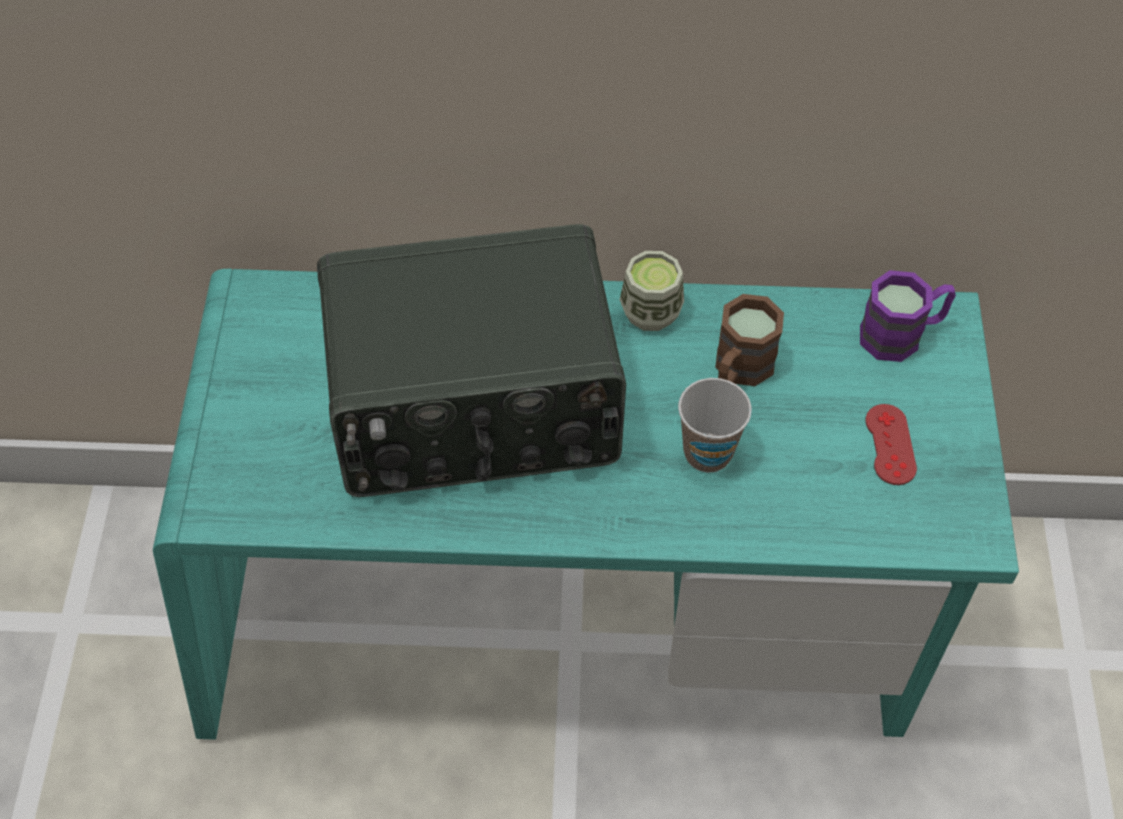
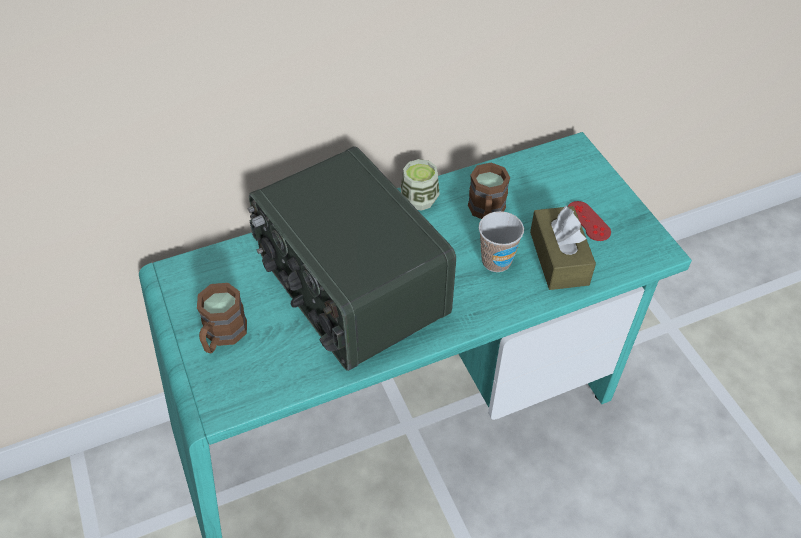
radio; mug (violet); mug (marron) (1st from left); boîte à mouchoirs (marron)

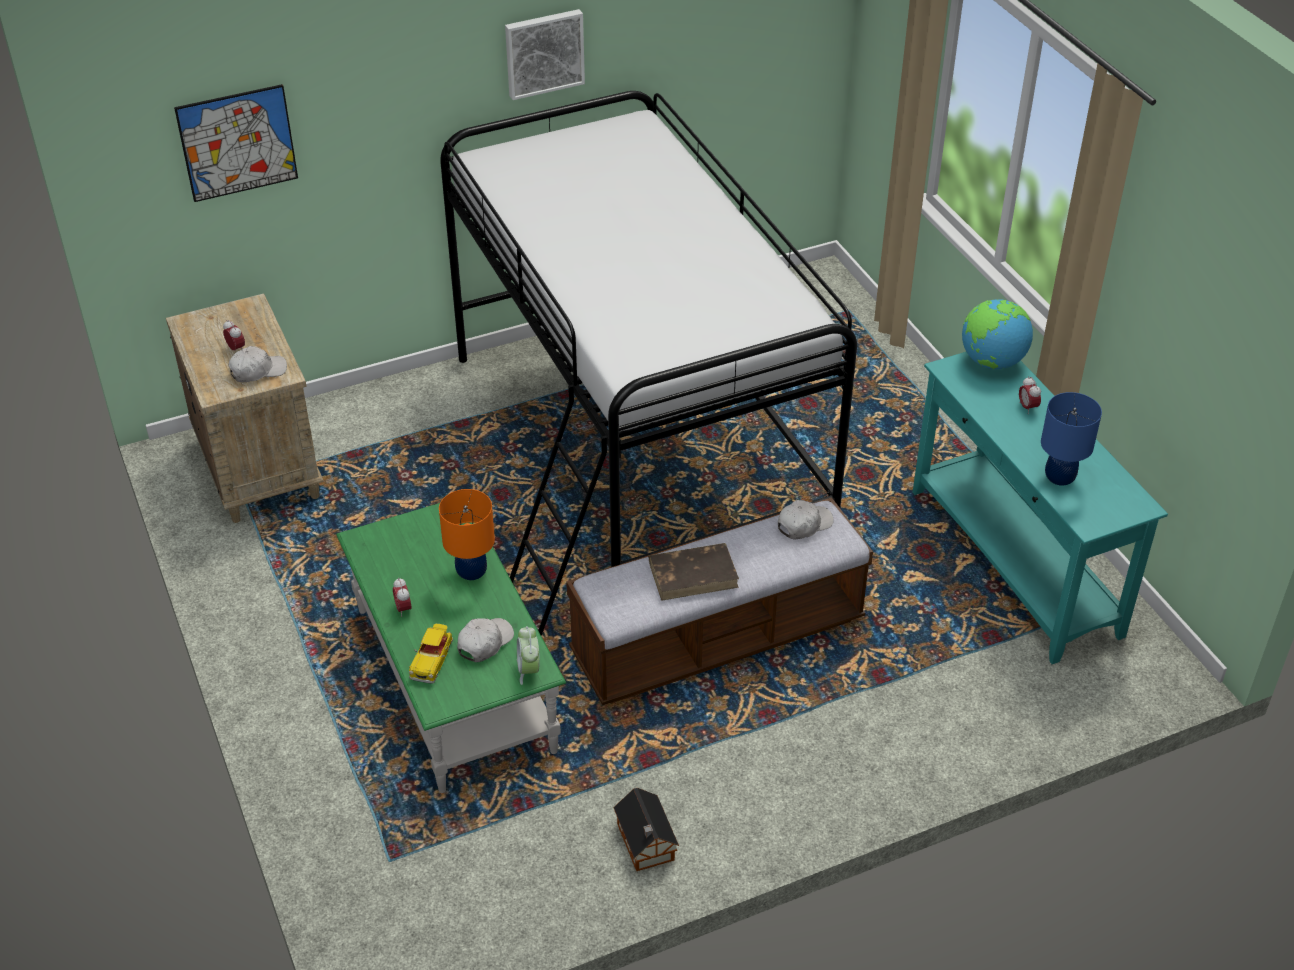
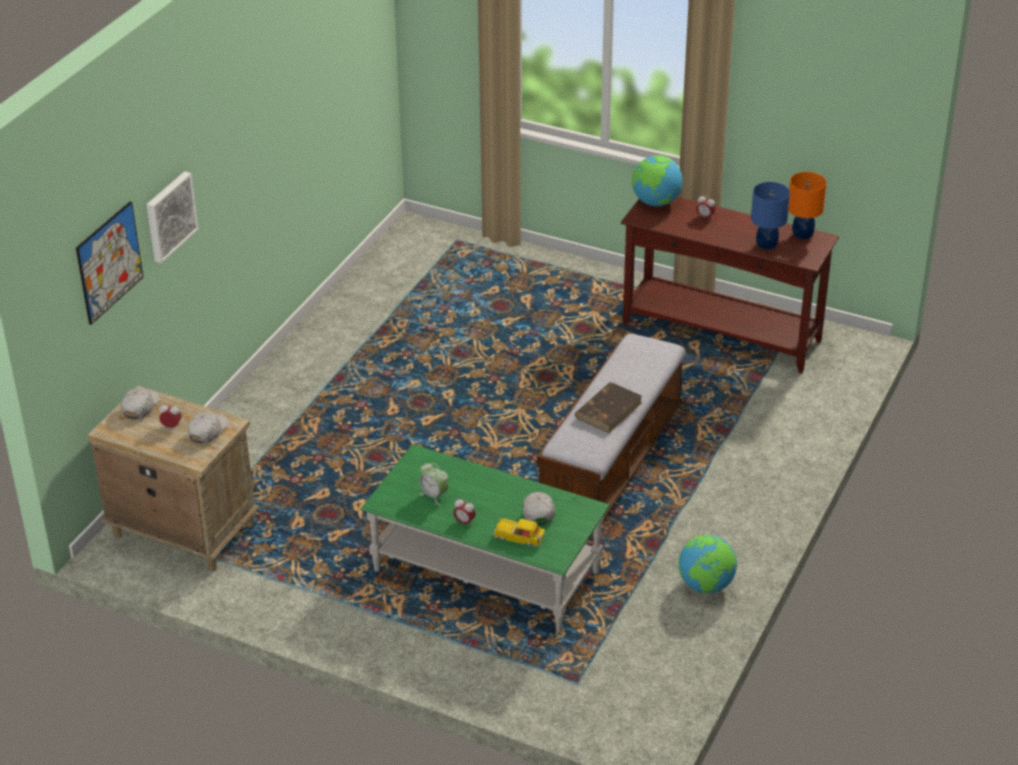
petite voiture; lampe de table (orange); lit (noir); tableau (2nd from left); réveil (2nd from left); globe (2nd from left); casquette (blanc) (1st from left); table console (marron)

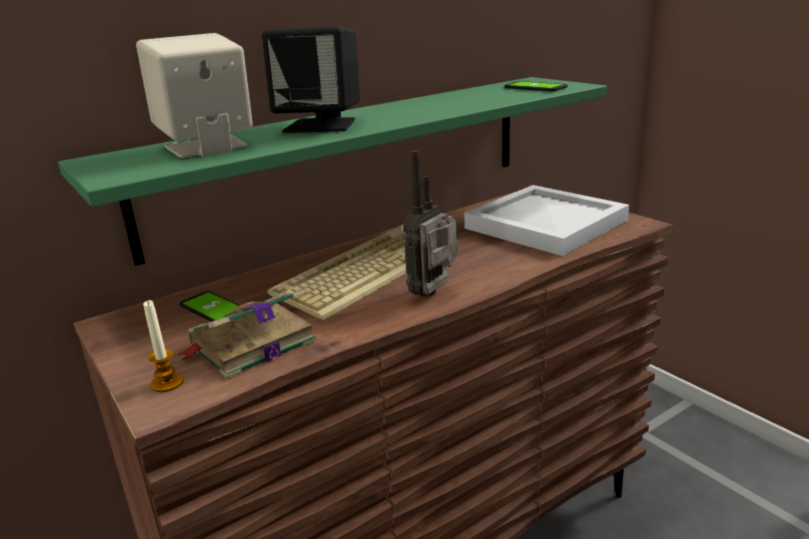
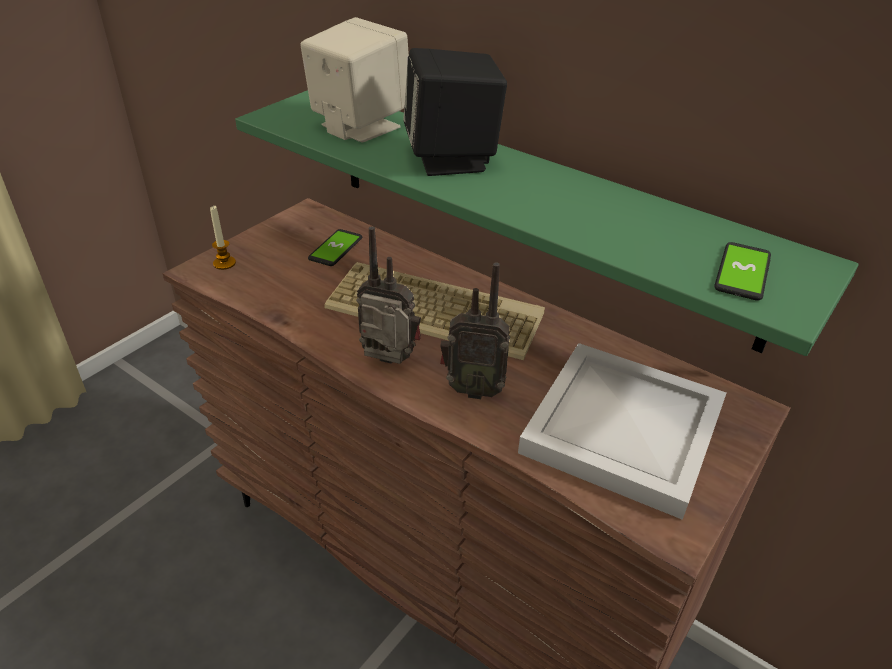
livre; radio (2nd from left)

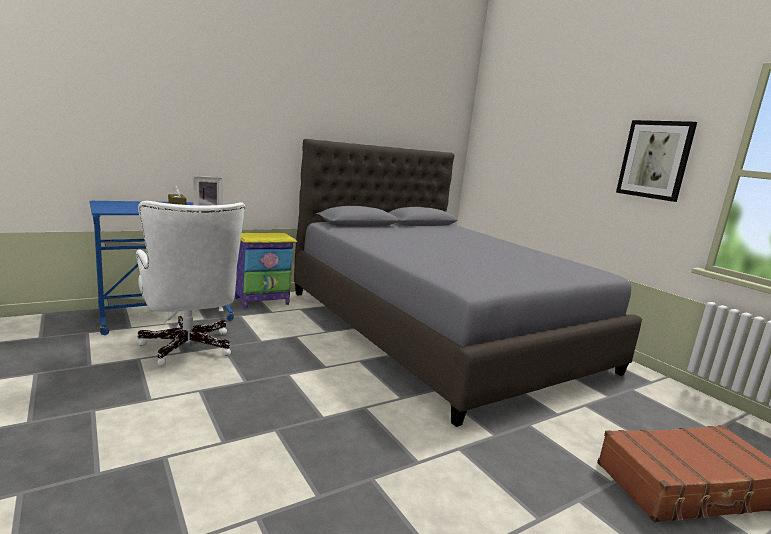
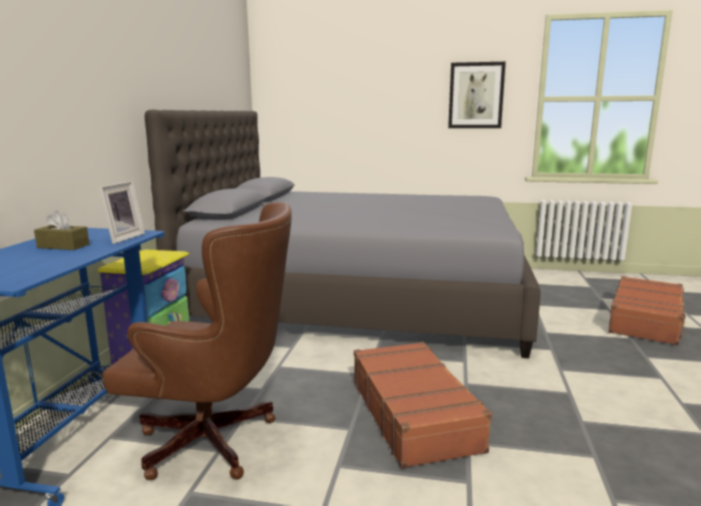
chaise de bureau (marron); valise (marron) (1st from left)

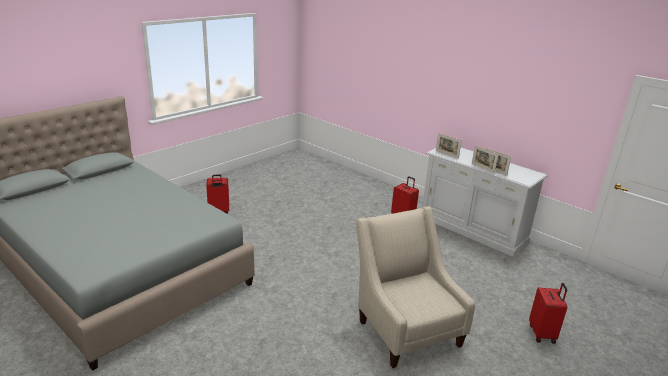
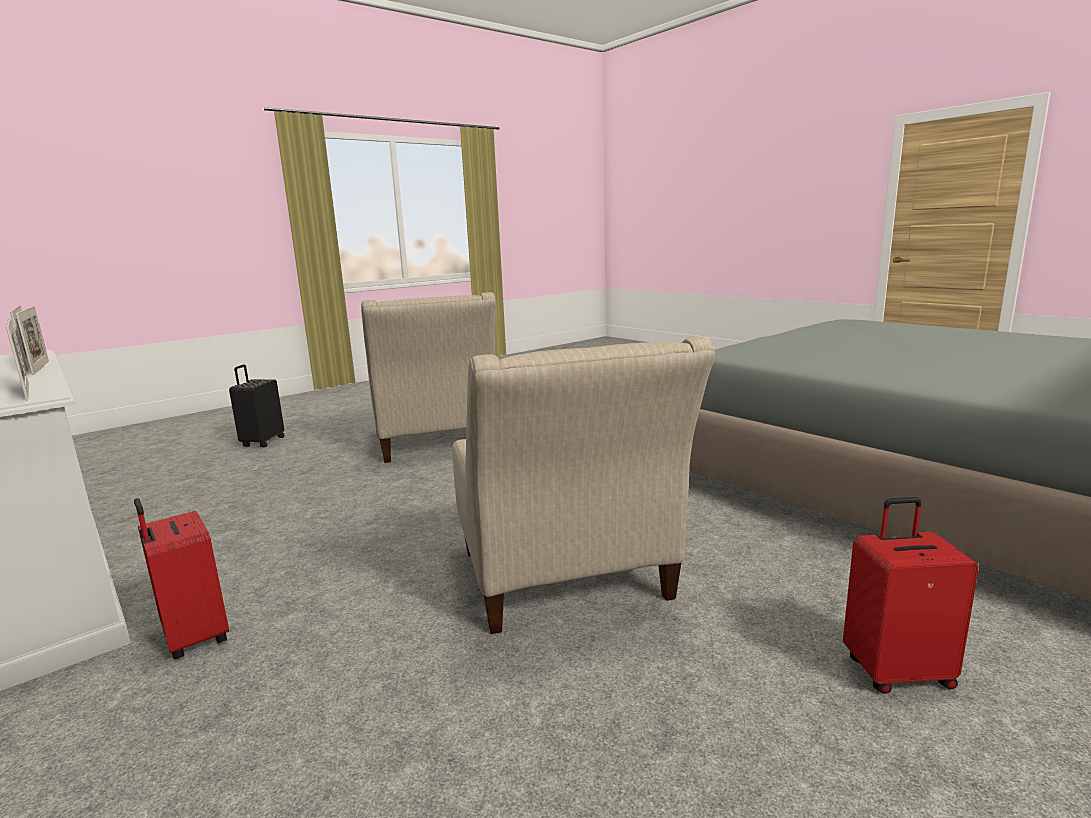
valise (noir); fauteuil (beige) (2nd from left)

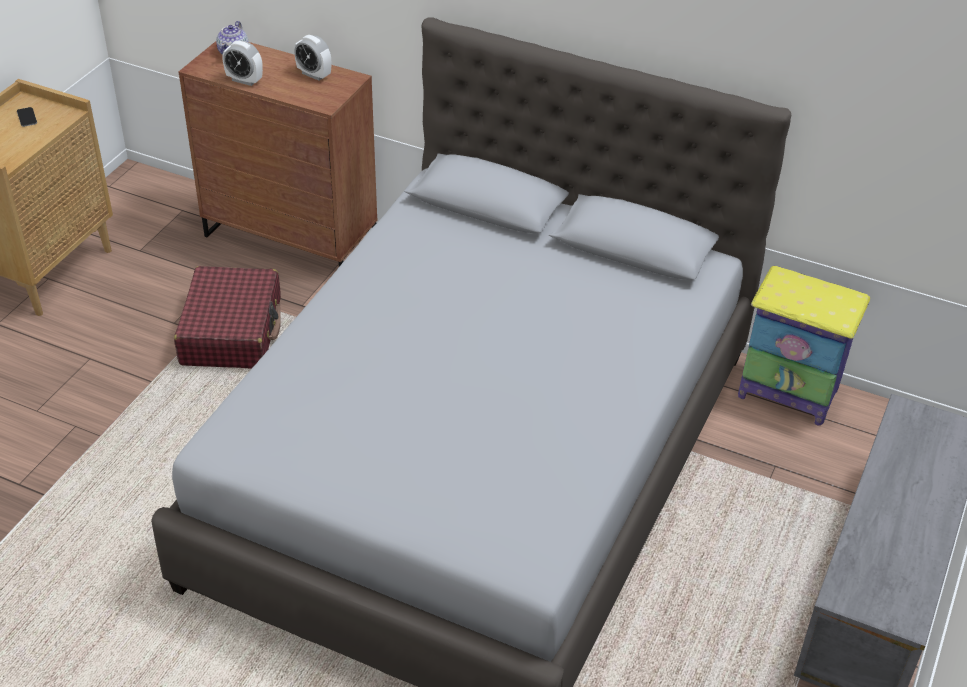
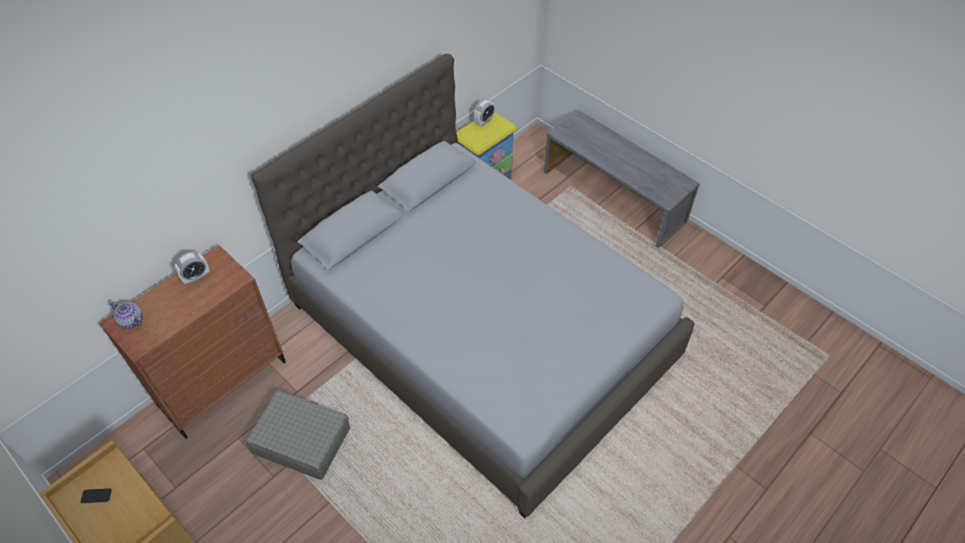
valise (gris); réveil (2nd from left)

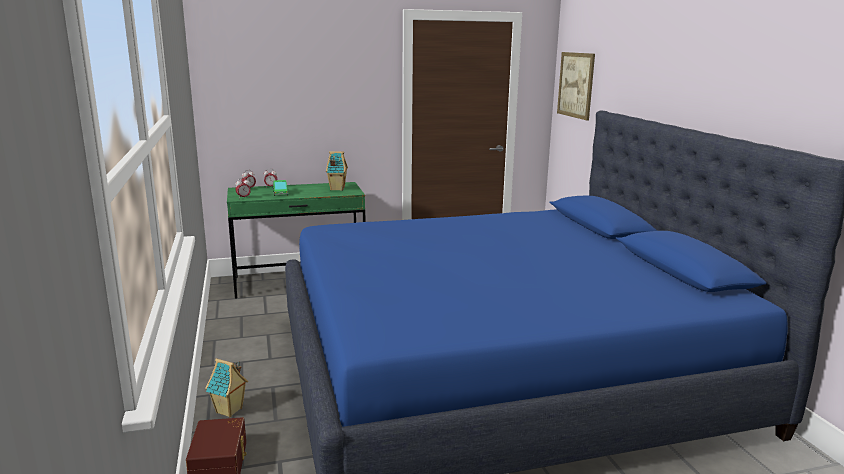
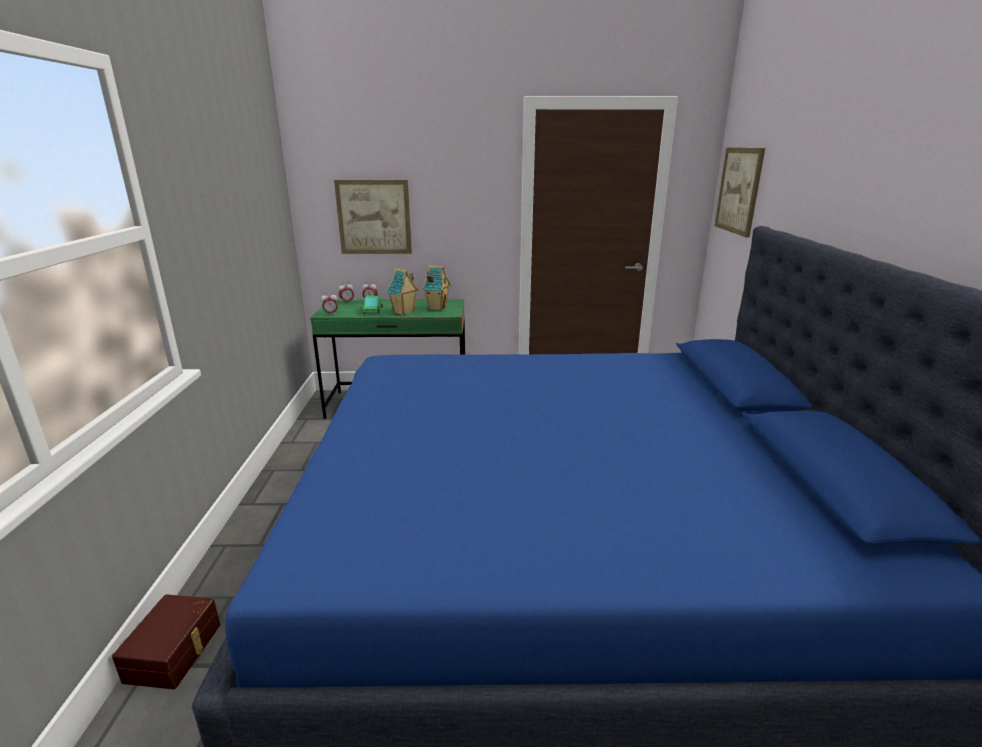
maison miniature (1st from left); tableau (1st from left)

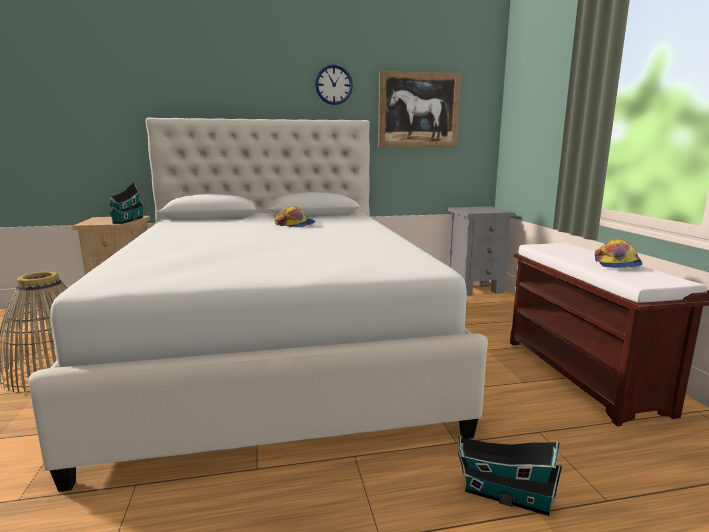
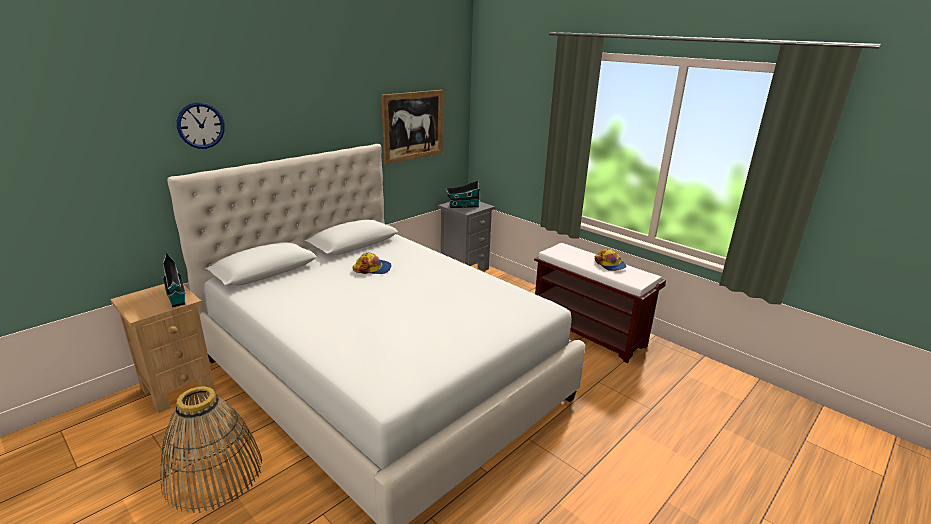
horloge murale; maison miniature (2nd from left)

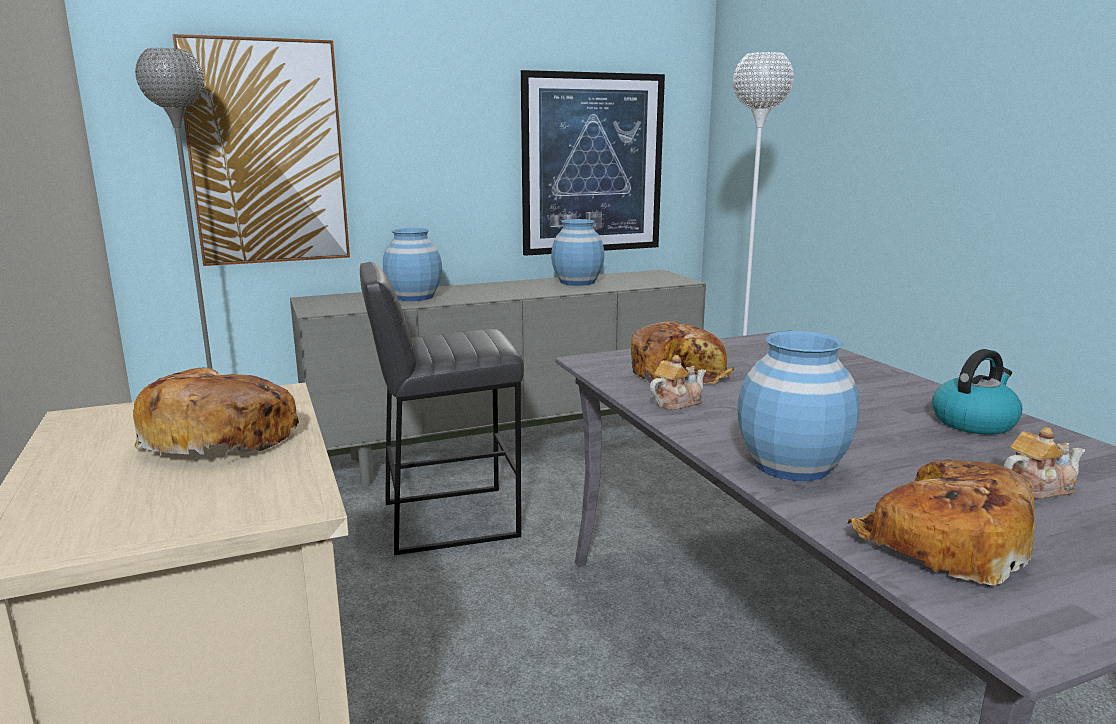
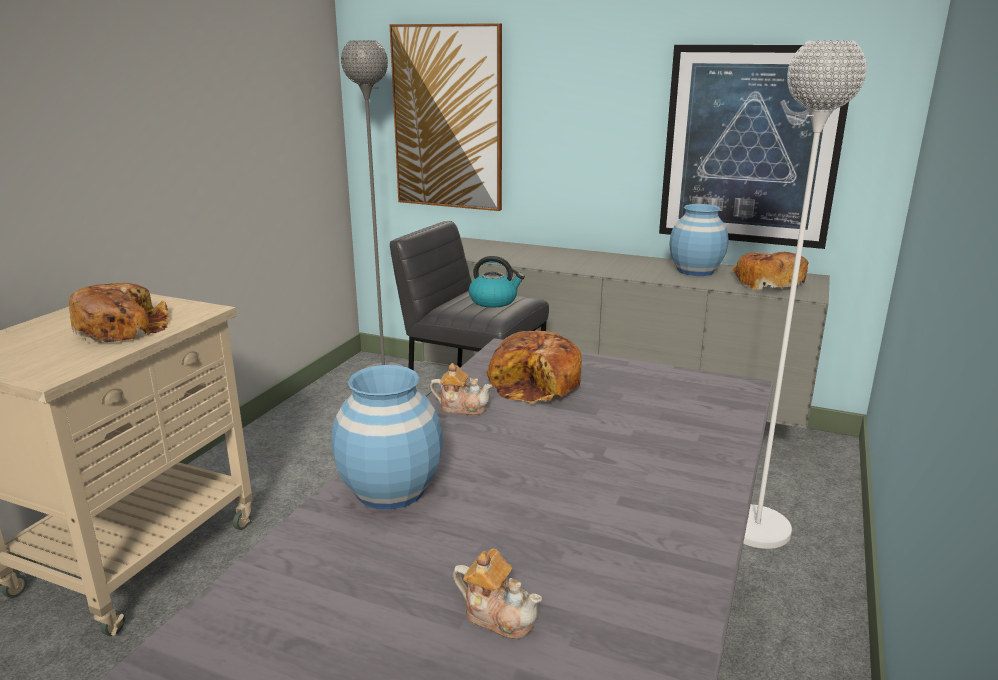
vase (bleu) (1st from left in the first image); pain (3rd from left); bouilloire

